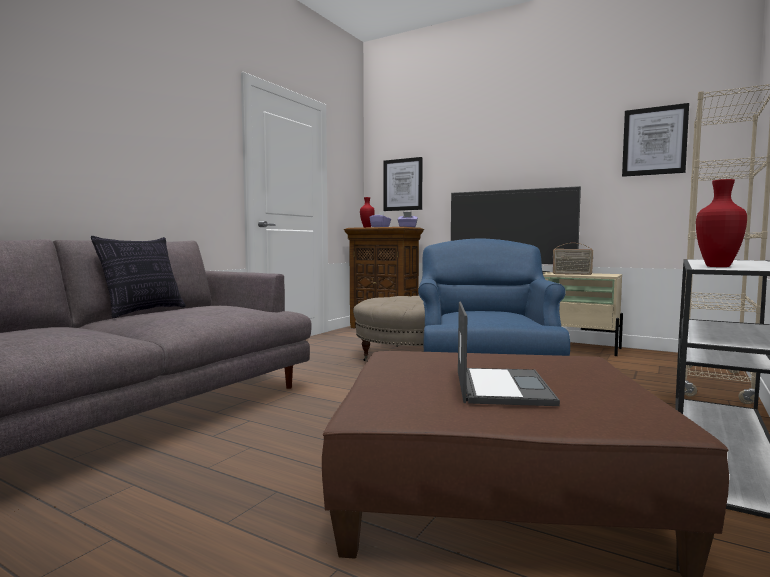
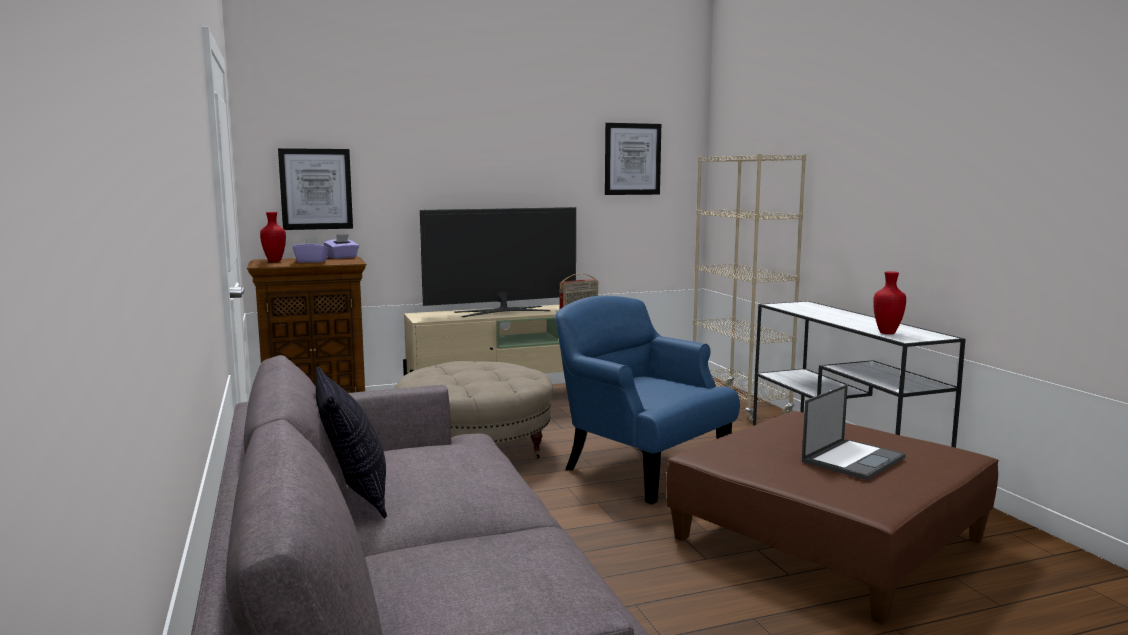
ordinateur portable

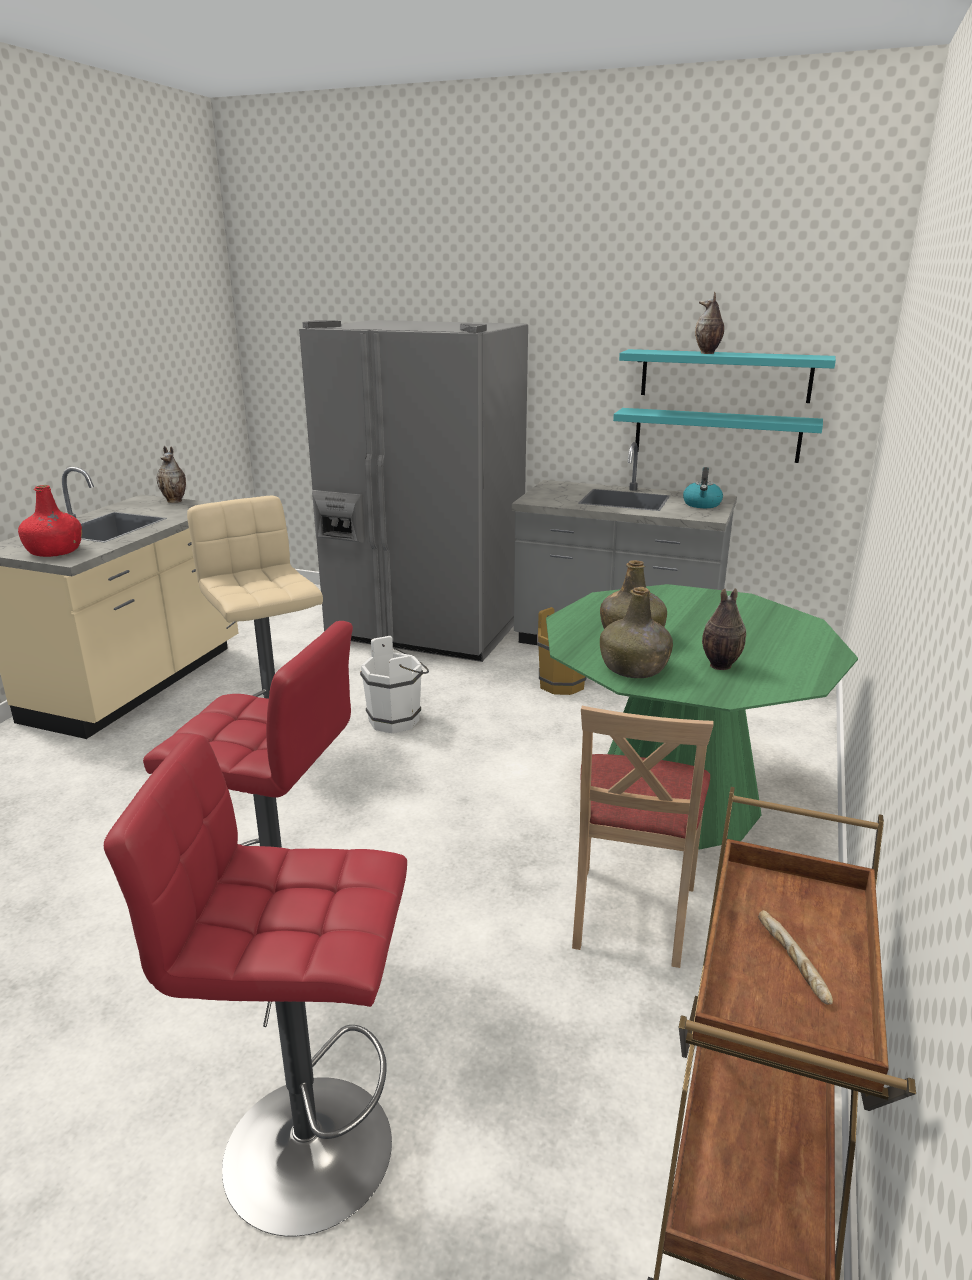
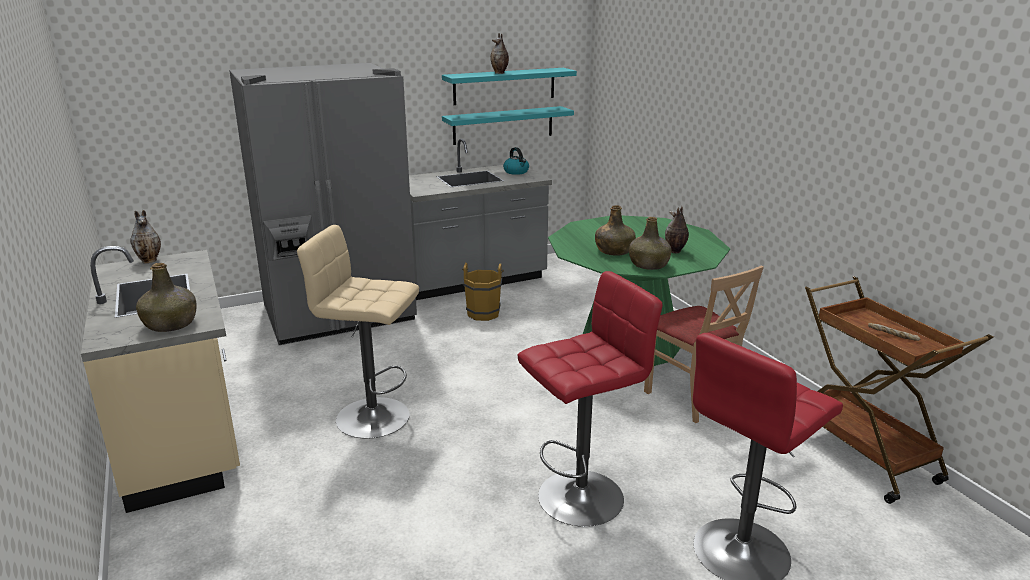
bouteille (vert) (1st from left); seau (blanc)

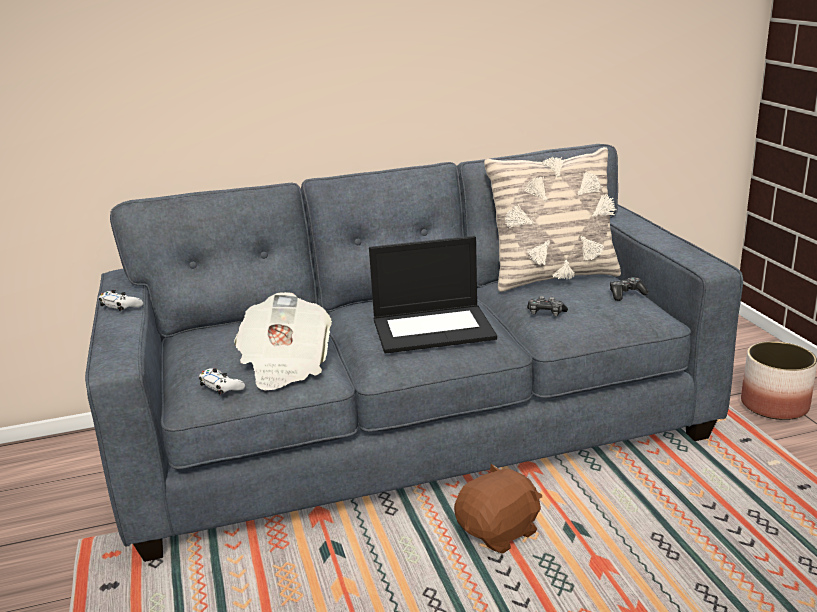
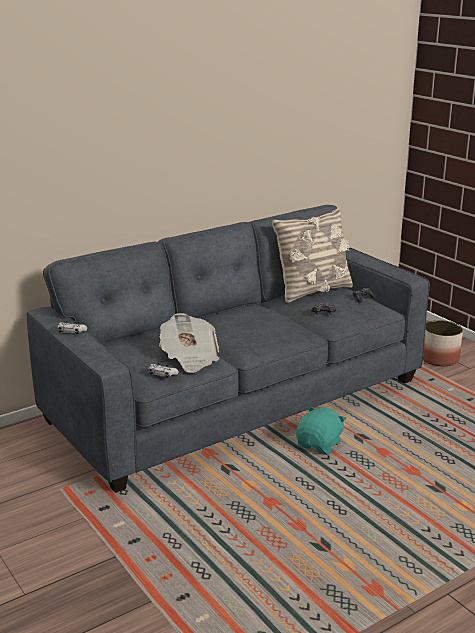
ordinateur portable; peluche (turquoise)

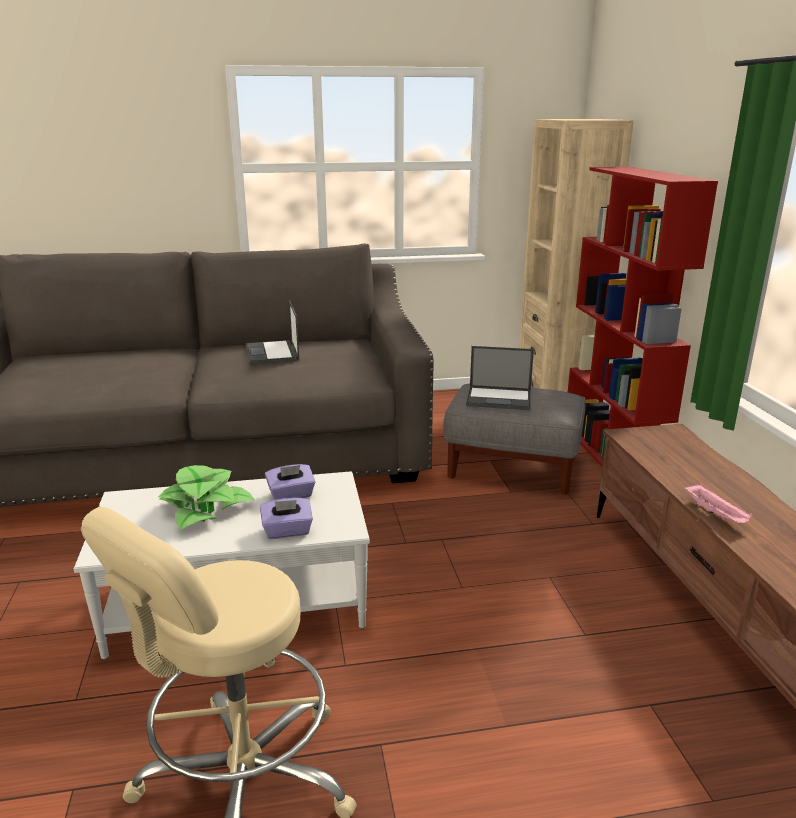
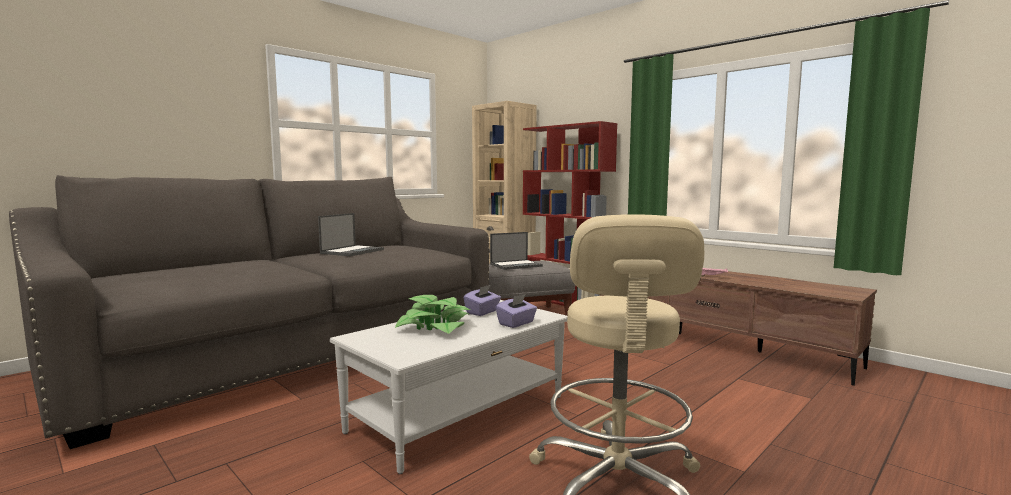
ordinateur portable (1st from left)

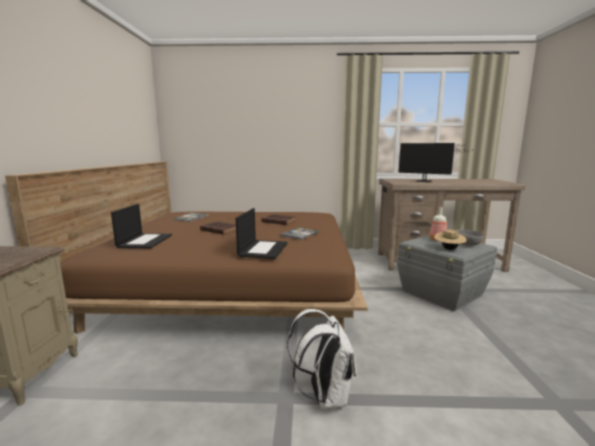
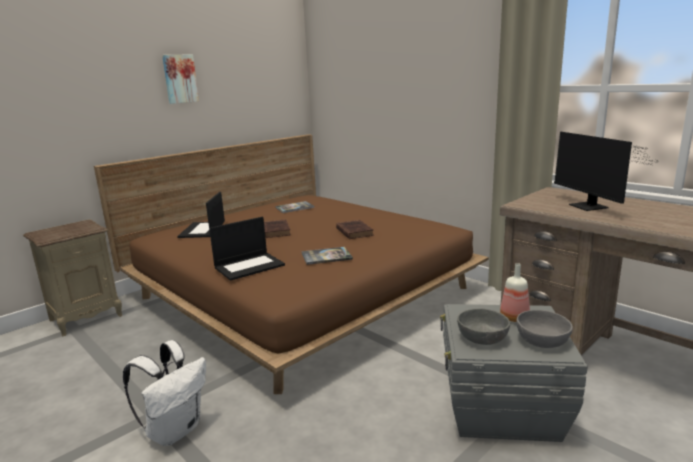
ordinateur portable (1st from left); bol (gris) (1st from left); tableau

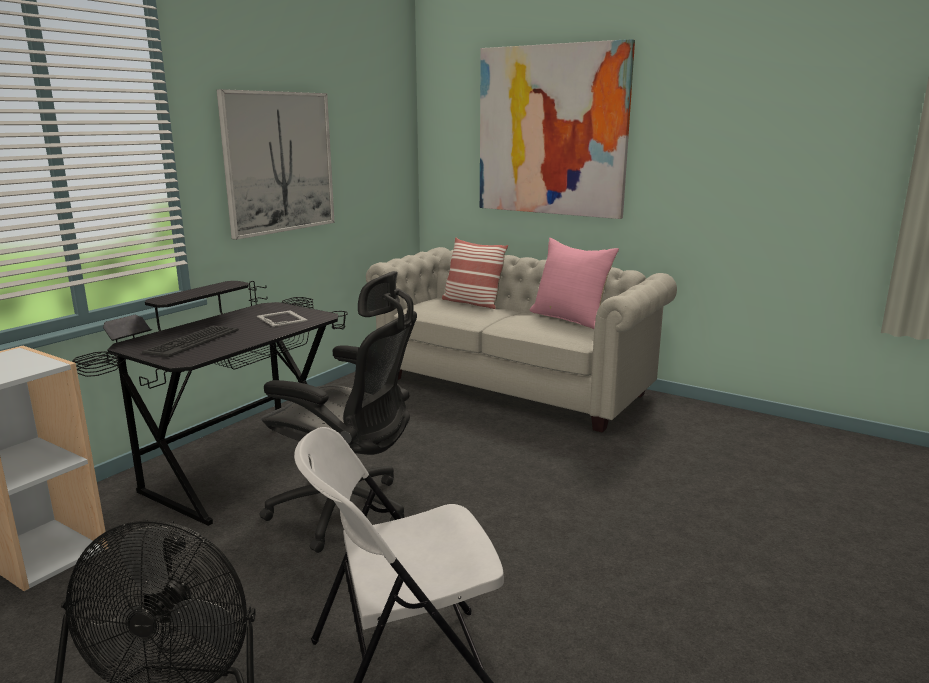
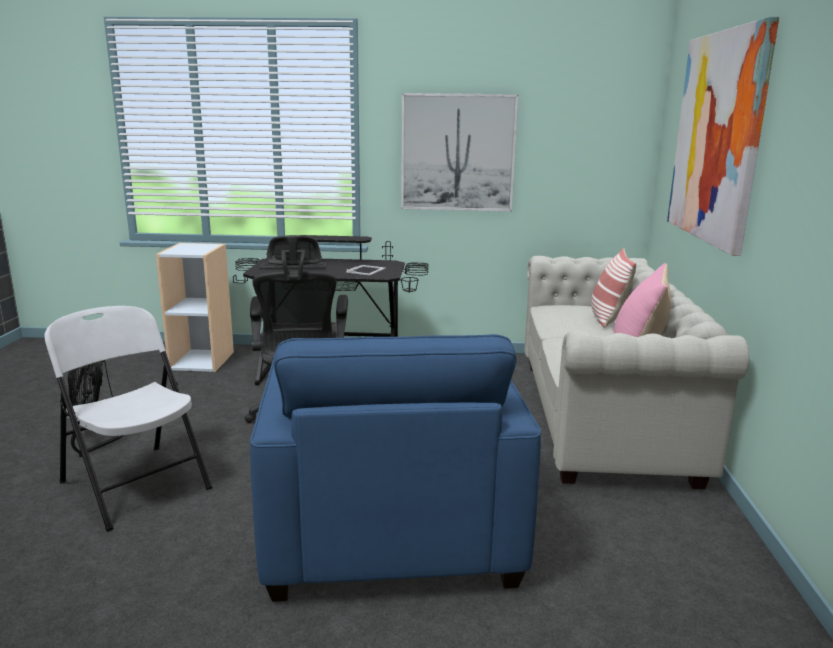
fauteuil (bleu)

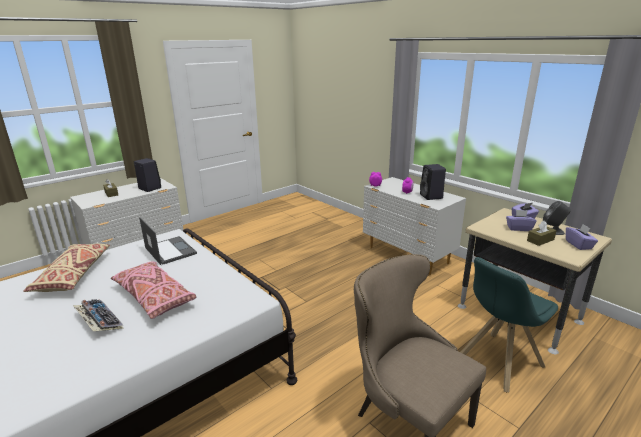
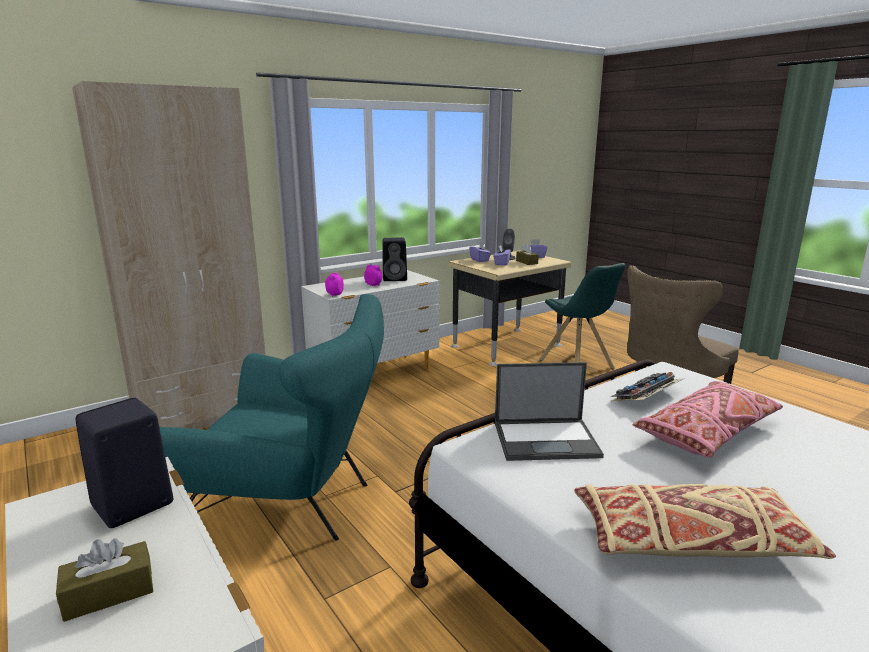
clavier; ordinateur portable; armoire (beige); fauteuil (turquoise)

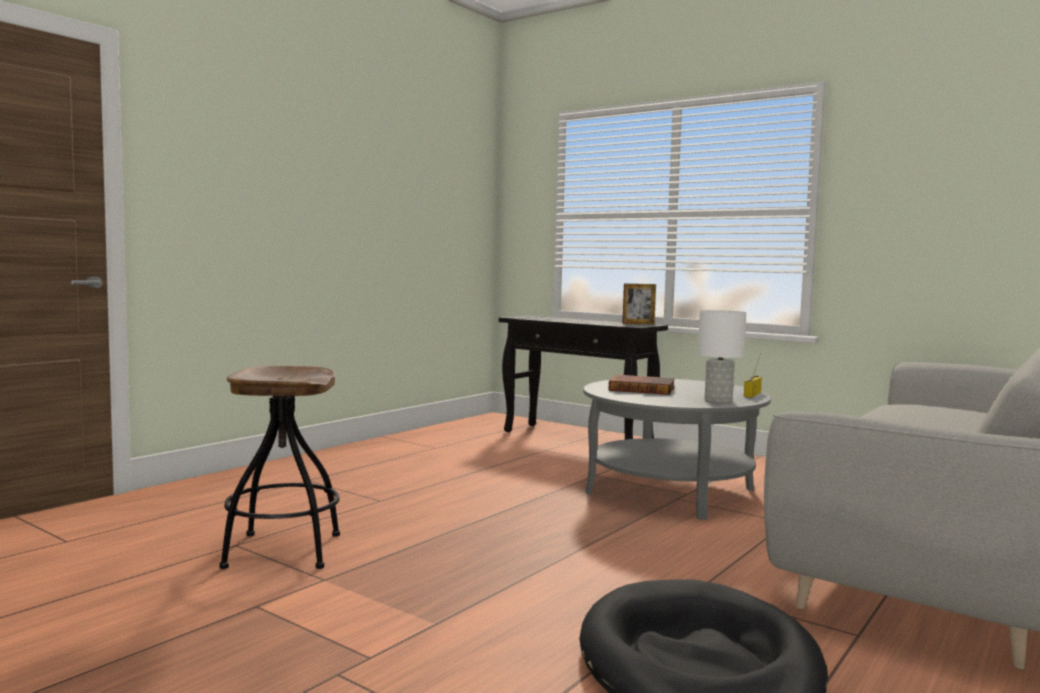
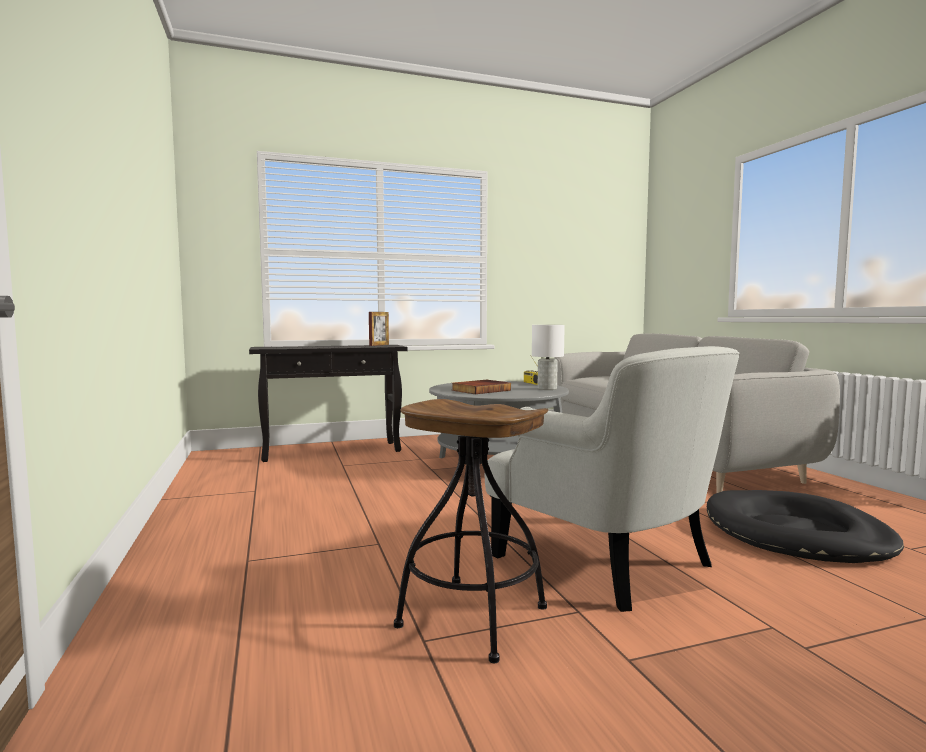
fauteuil (blanc)

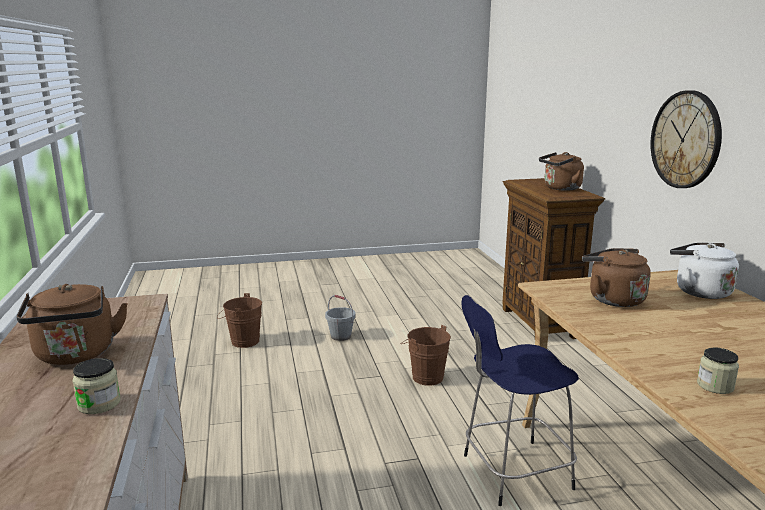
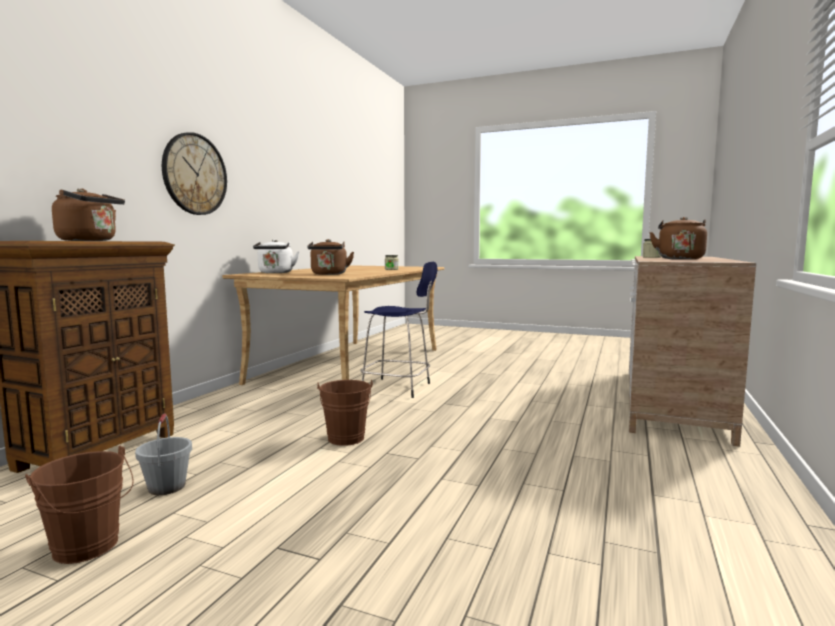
seau (marron) (1st from left); seau (gris)

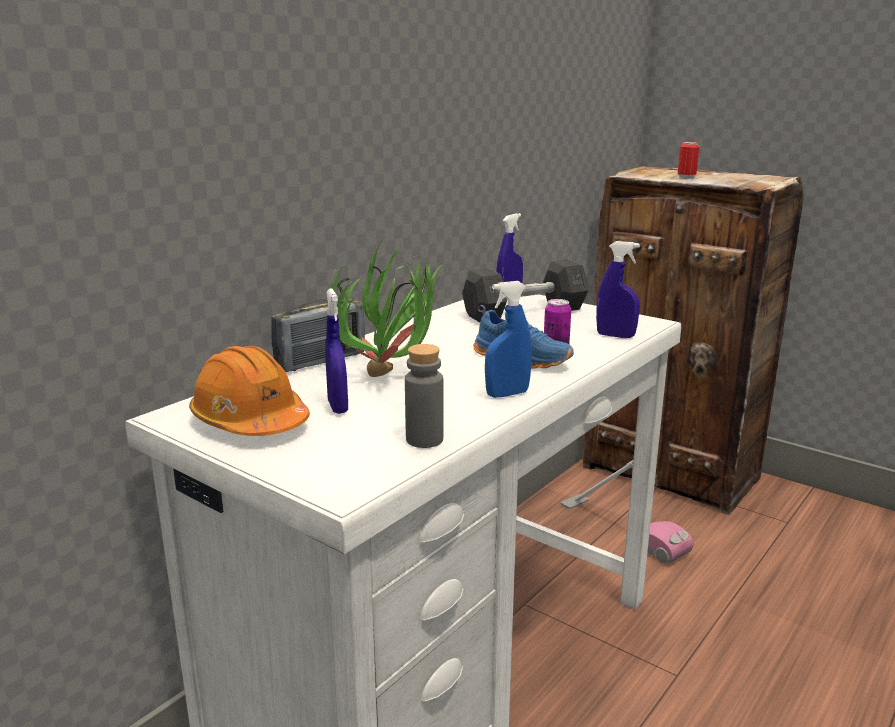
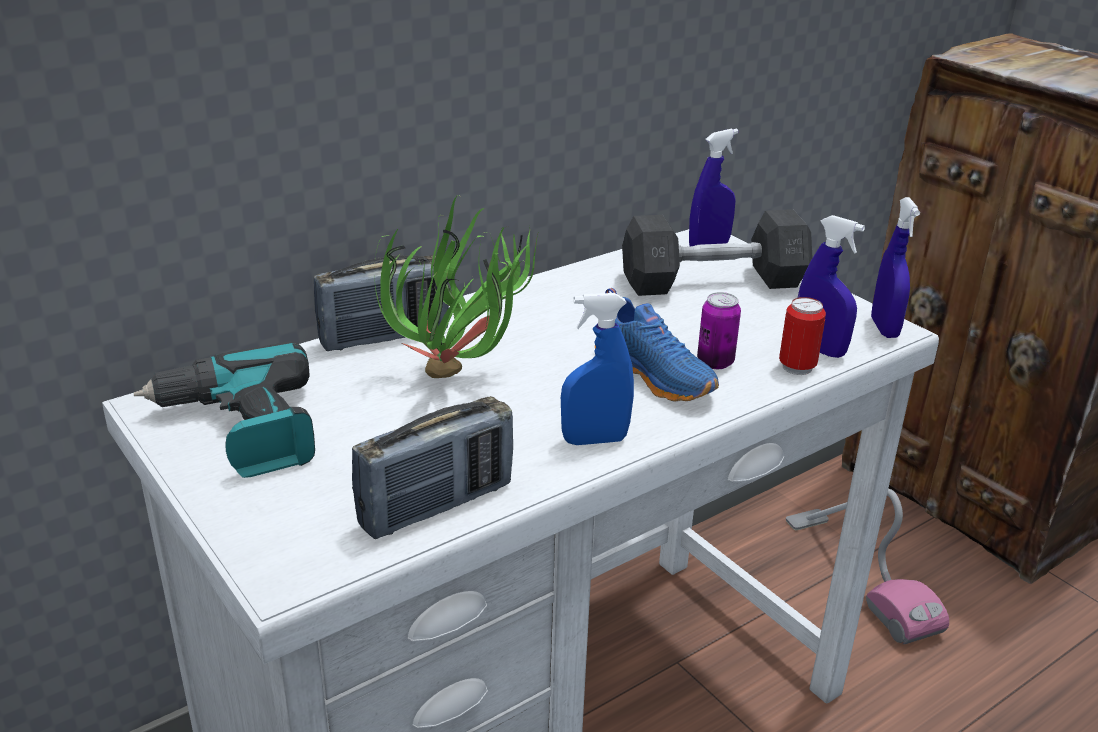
perceuse; vaporisateur (bleu) (4th from left); radio (2nd from left); boîte métallique (2nd from left)

